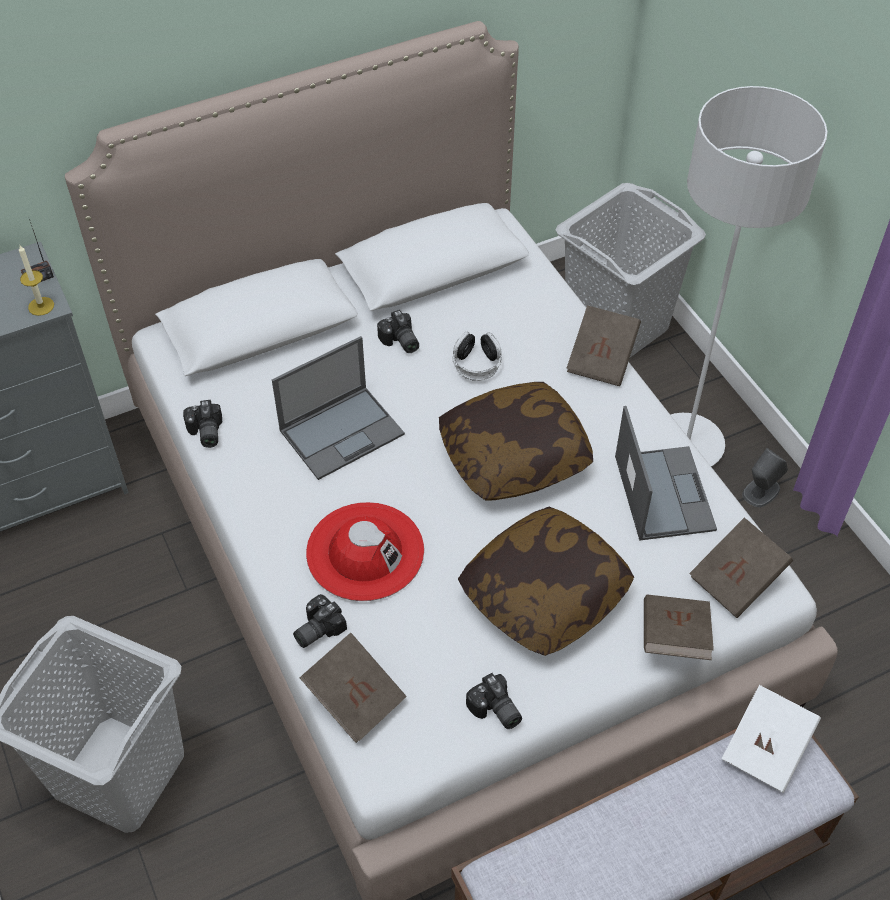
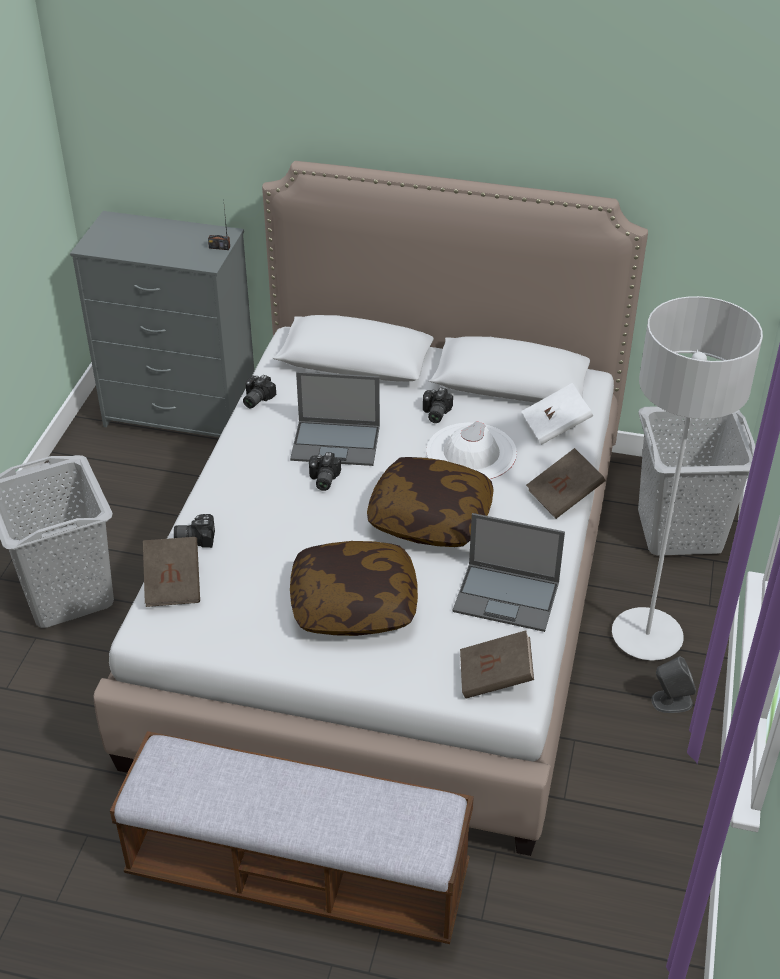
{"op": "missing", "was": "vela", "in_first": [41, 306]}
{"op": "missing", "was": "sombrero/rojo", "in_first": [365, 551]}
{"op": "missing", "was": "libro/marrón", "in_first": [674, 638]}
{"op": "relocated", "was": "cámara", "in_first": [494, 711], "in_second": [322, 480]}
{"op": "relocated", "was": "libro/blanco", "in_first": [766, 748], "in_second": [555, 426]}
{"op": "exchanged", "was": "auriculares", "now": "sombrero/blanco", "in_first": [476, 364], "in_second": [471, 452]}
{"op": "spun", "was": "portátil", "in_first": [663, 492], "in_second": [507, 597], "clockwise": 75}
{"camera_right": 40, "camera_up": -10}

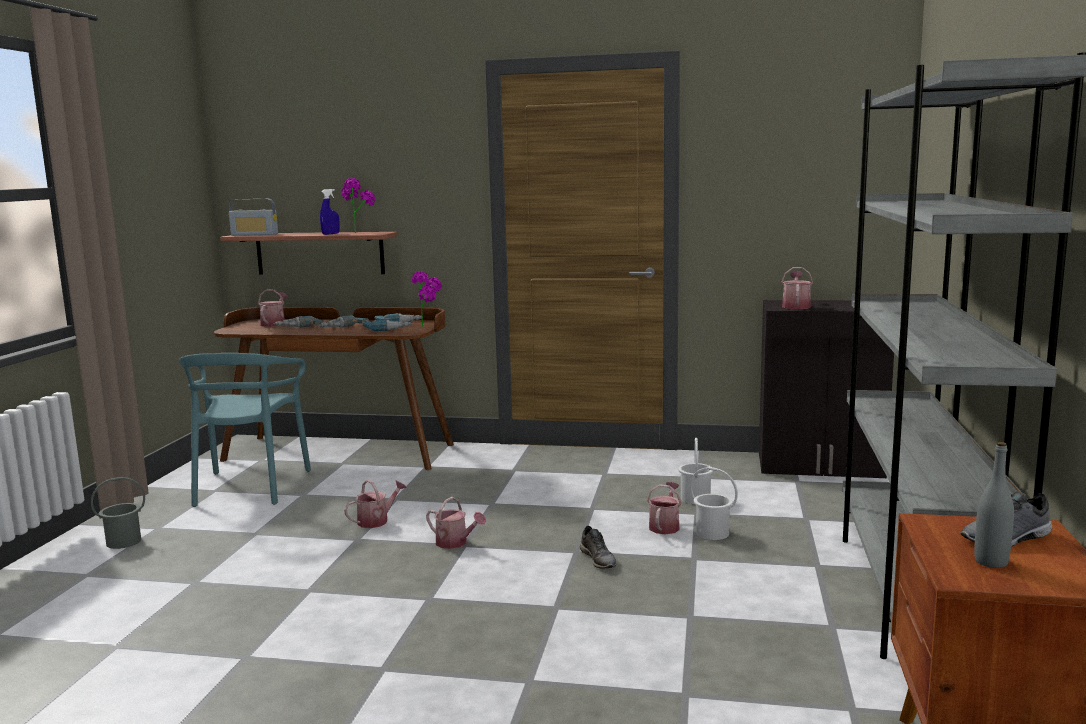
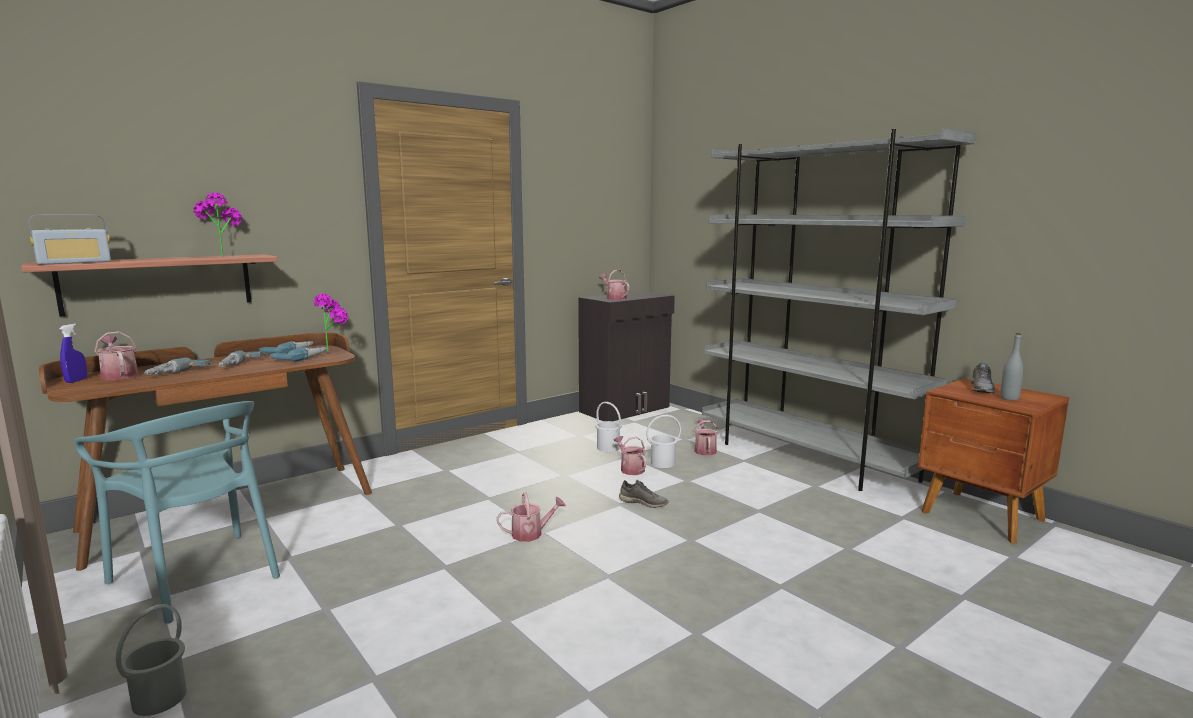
{"op": "relocated", "was": "pulverizador/azul", "in_first": [330, 234], "in_second": [76, 381]}
{"op": "relocated", "was": "regadera", "in_first": [377, 520], "in_second": [704, 450]}
{"camera_right": -50, "camera_up": 0}

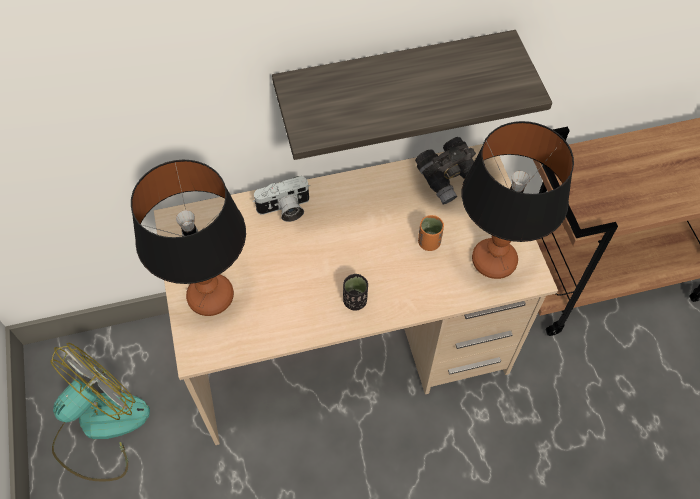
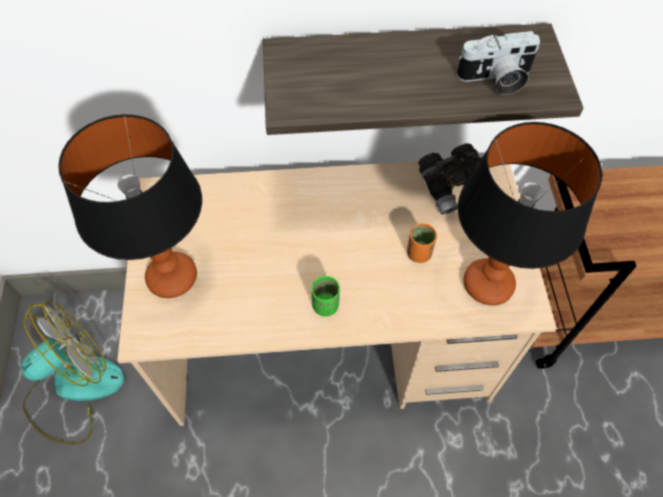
{"op": "relocated", "was": "cámara", "in_first": [285, 209], "in_second": [495, 80]}
{"op": "colour", "was": "taza/negro", "now": "taza/verde", "in_first": [355, 301], "in_second": [325, 305]}
{"camera_right": 10, "camera_up": 0}

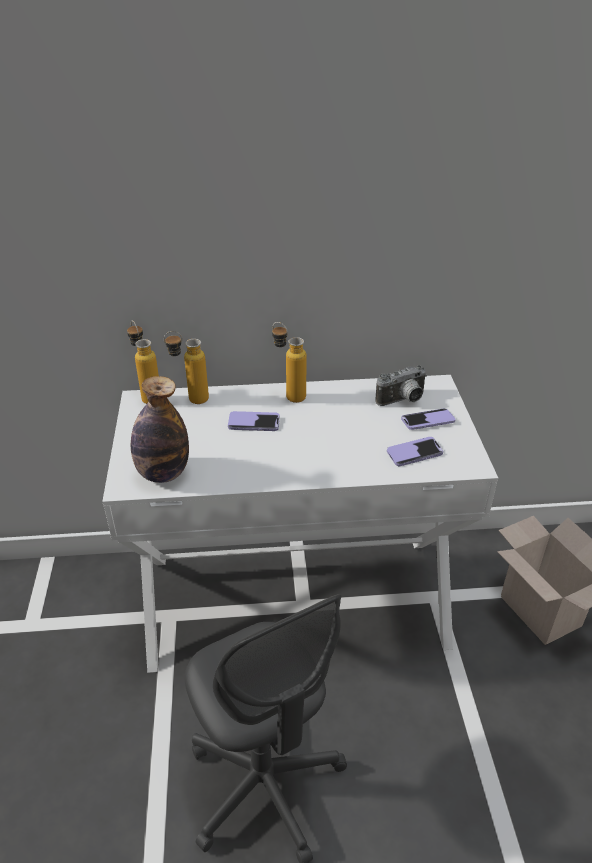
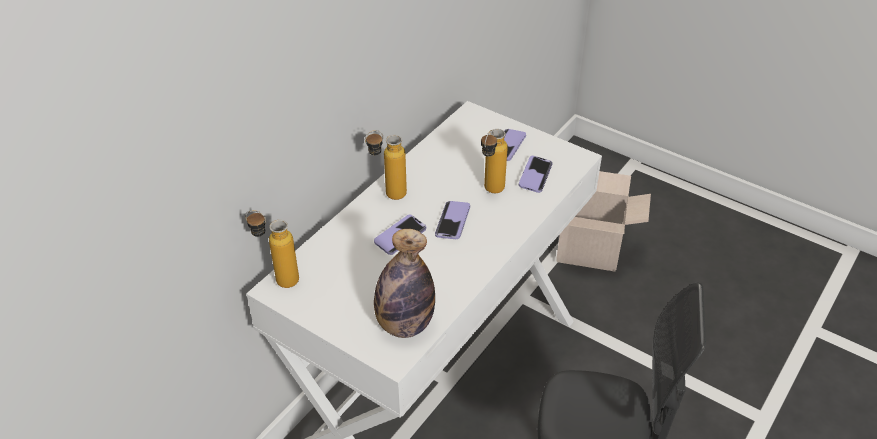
{"op": "missing", "was": "cámara", "in_first": [403, 401]}
{"op": "appeared", "now": "móvil", "in_second": [452, 221]}
{"op": "relocated", "was": "botella", "in_first": [190, 400], "in_second": [490, 192]}
{"camera_right": -50, "camera_up": 5}

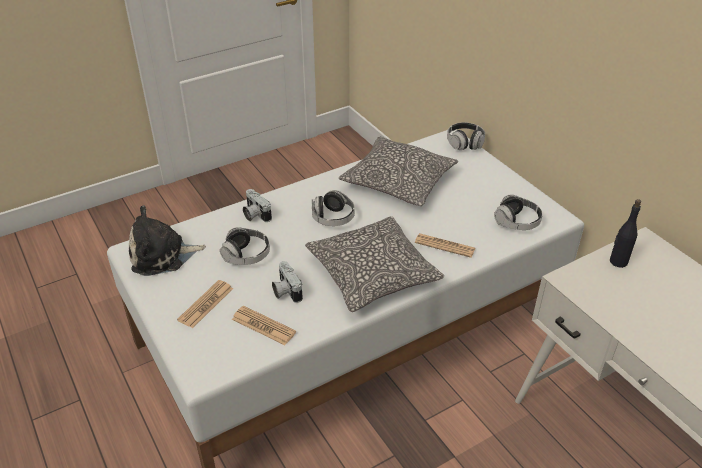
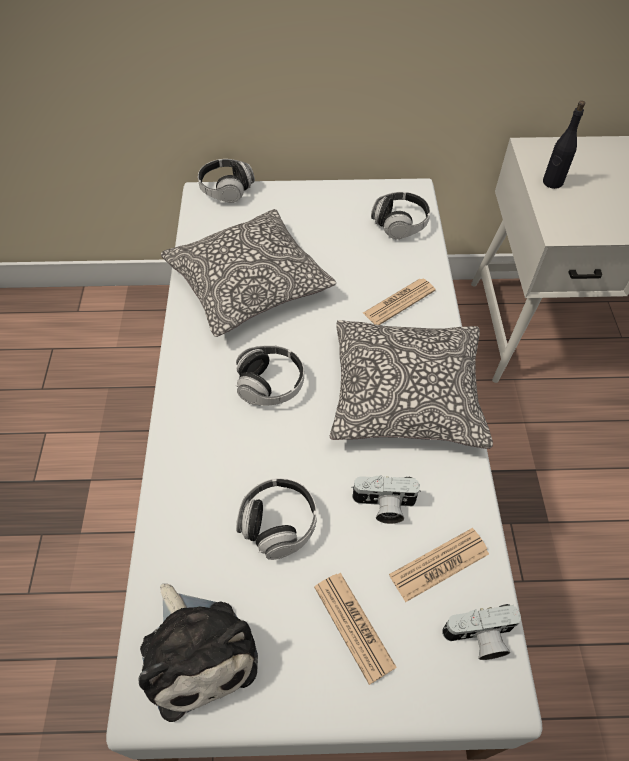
{"op": "relocated", "was": "cámara", "in_first": [255, 214], "in_second": [479, 638]}
{"op": "spun", "was": "peluche", "in_first": [162, 255], "in_second": [197, 650], "clockwise": -45}
{"camera_right": -60, "camera_up": 15}

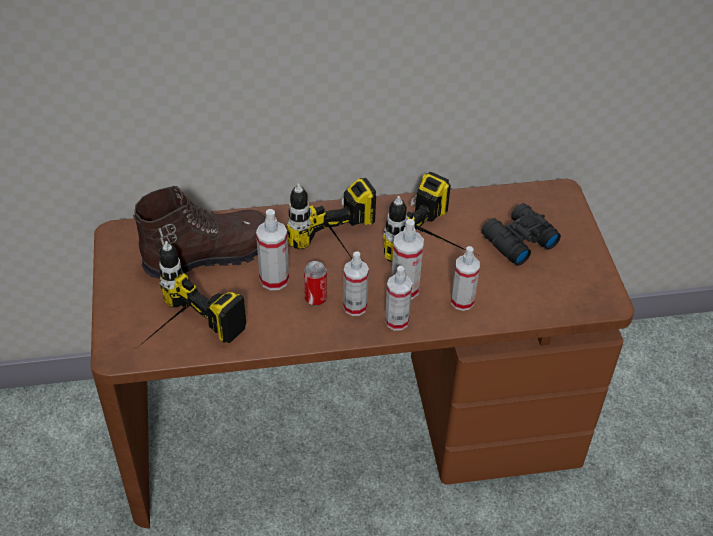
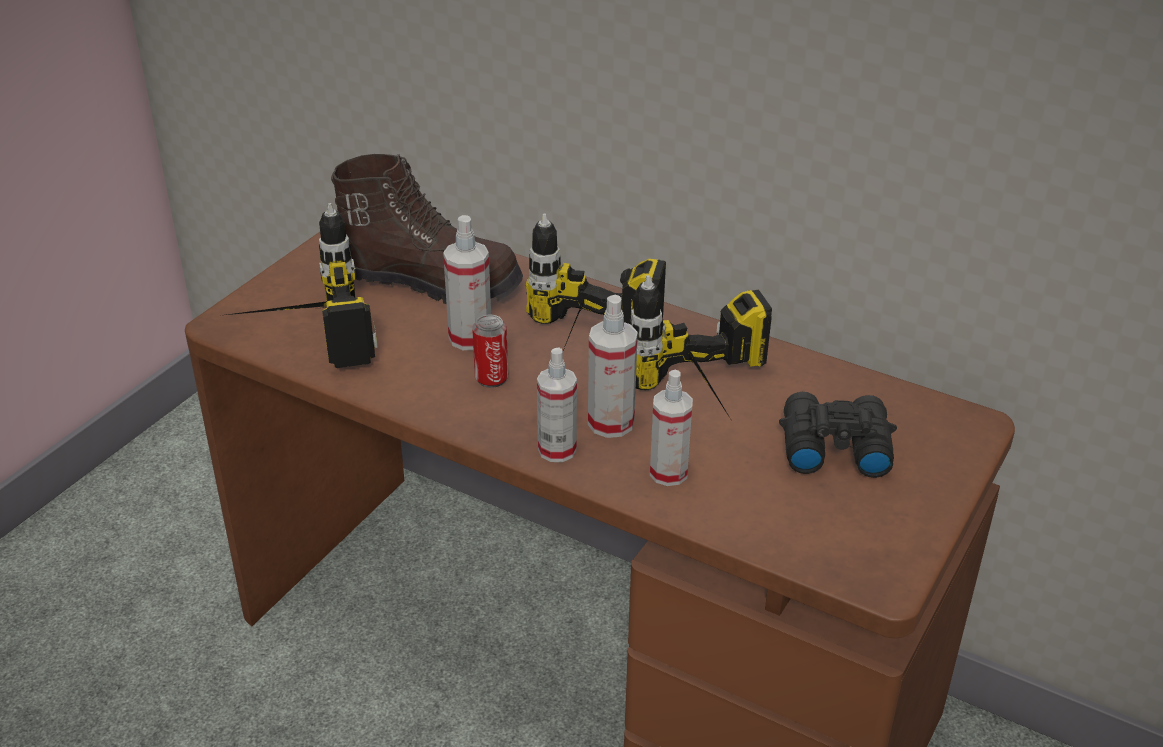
{"op": "missing", "was": "pulverizador", "in_first": [355, 307]}
{"camera_right": 40, "camera_up": -10}

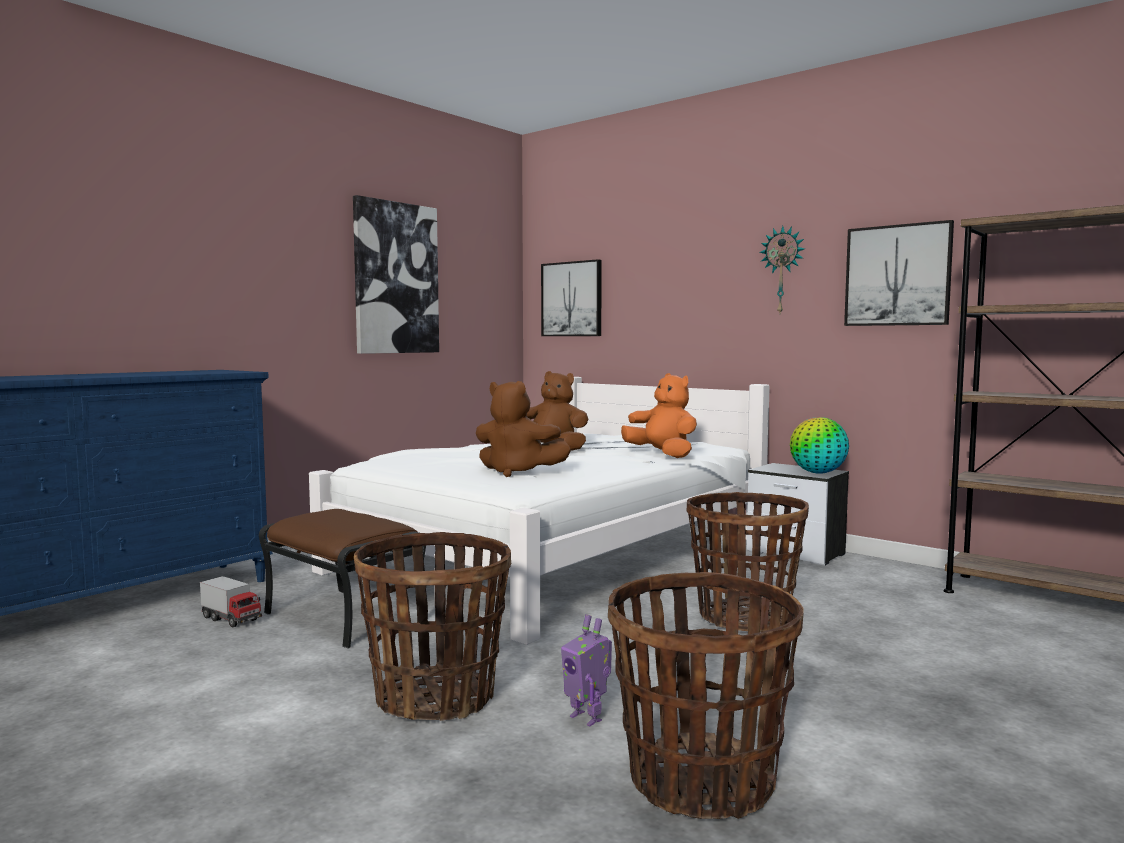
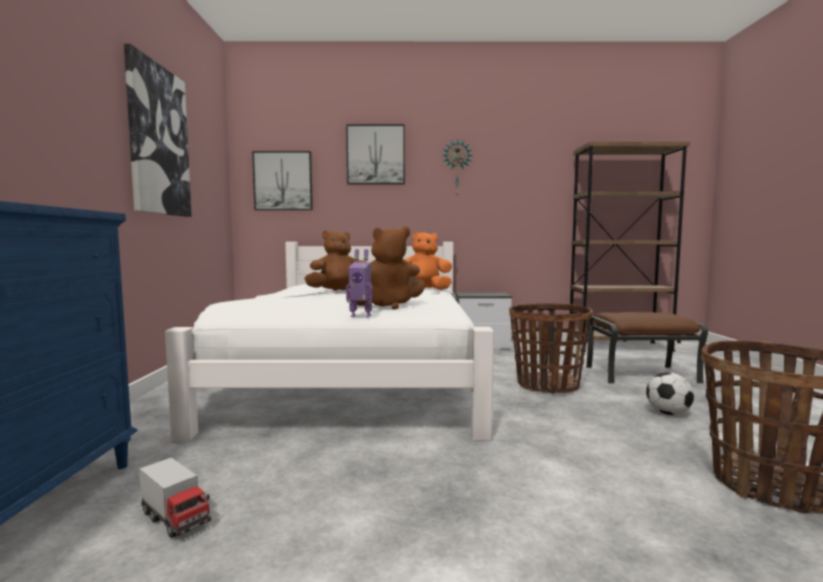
{"op": "missing", "was": "cesta", "in_first": [436, 697]}
{"op": "missing", "was": "globo terráqueo", "in_first": [818, 473]}
{"op": "appeared", "now": "balón de fútbol", "in_second": [668, 413]}
{"op": "relocated", "was": "puf/marrón", "in_first": [346, 616], "in_second": [641, 374]}
{"op": "relocated", "was": "robot de juguete", "in_first": [587, 717], "in_second": [361, 316]}
{"op": "relocated", "was": "cuadro", "in_first": [897, 275], "in_second": [376, 155]}
{"op": "spun", "was": "camión de juguete", "in_first": [231, 619], "in_second": [175, 519], "clockwise": 45}
{"camera_right": -40, "camera_up": 0}

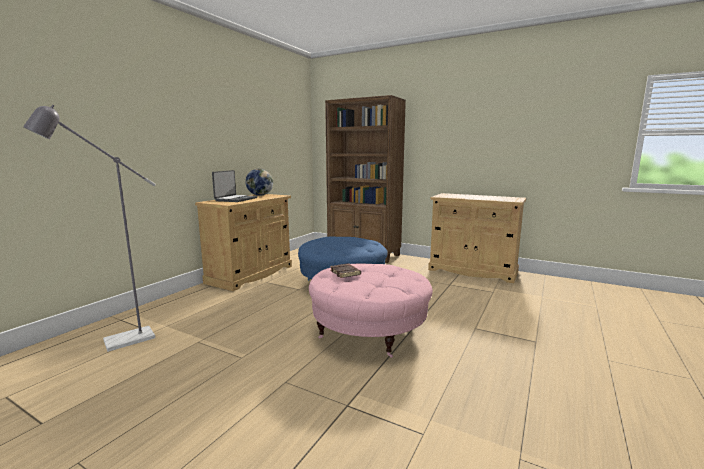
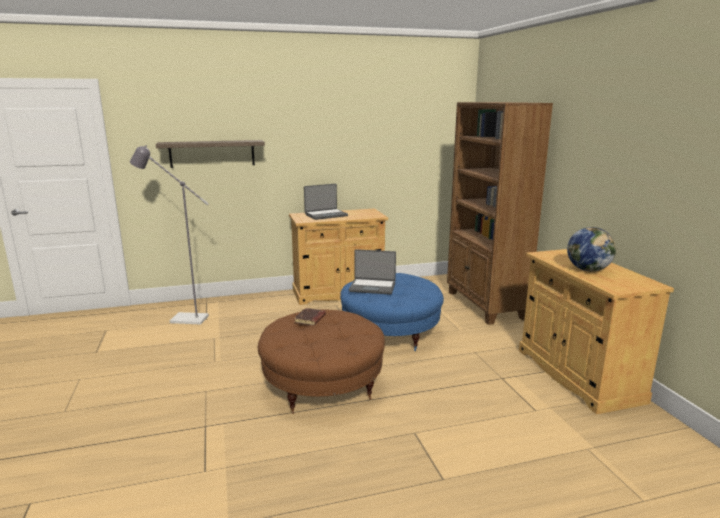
{"op": "appeared", "now": "estante", "in_second": [212, 153]}
{"op": "appeared", "now": "portátil", "in_second": [372, 287]}
{"op": "relocated", "was": "globo terráqueo", "in_first": [260, 195], "in_second": [588, 270]}
{"op": "colour", "was": "puf/rosa", "now": "puf/marrón", "in_first": [369, 330], "in_second": [322, 384]}
{"camera_right": 45, "camera_up": 5}

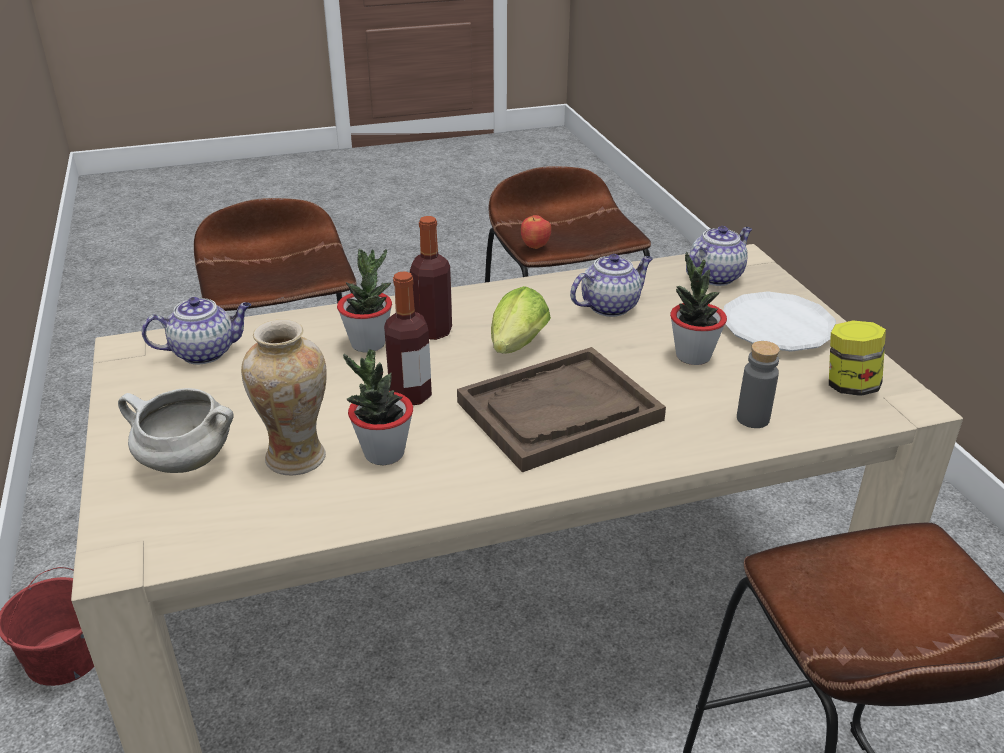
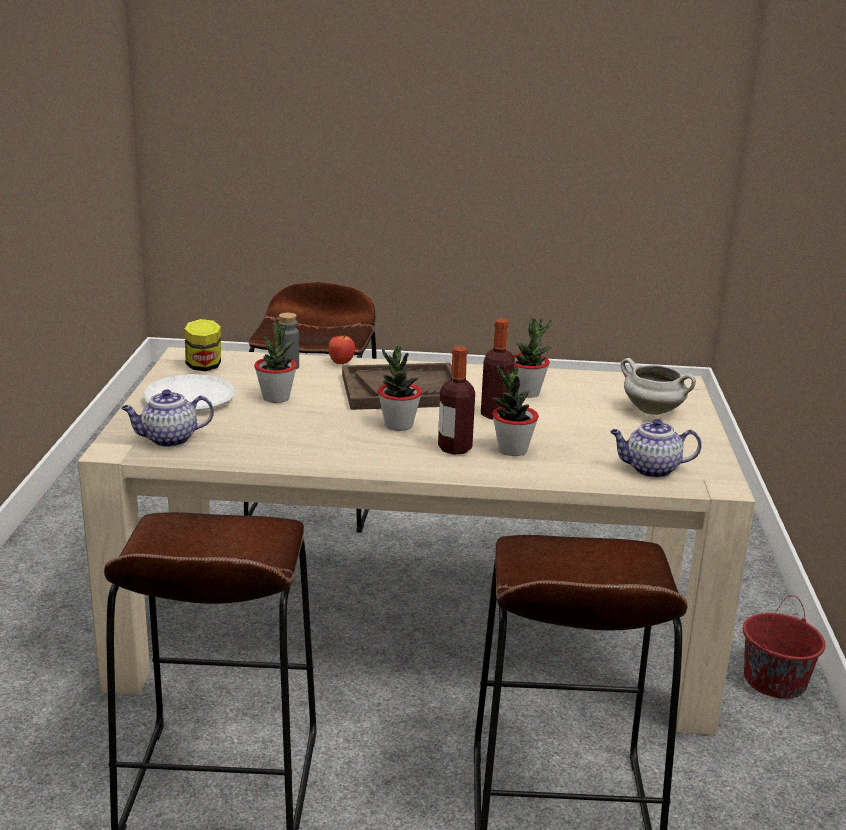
{"op": "missing", "was": "florero", "in_first": [296, 458]}
{"op": "missing", "was": "tetera", "in_first": [610, 306]}
{"op": "relocated", "was": "manzana", "in_first": [535, 247], "in_second": [341, 363]}
{"op": "exchanged", "was": "lechuga", "now": "planta en maceta", "in_first": [515, 348], "in_second": [398, 425]}
{"camera_right": -160, "camera_up": -10}

